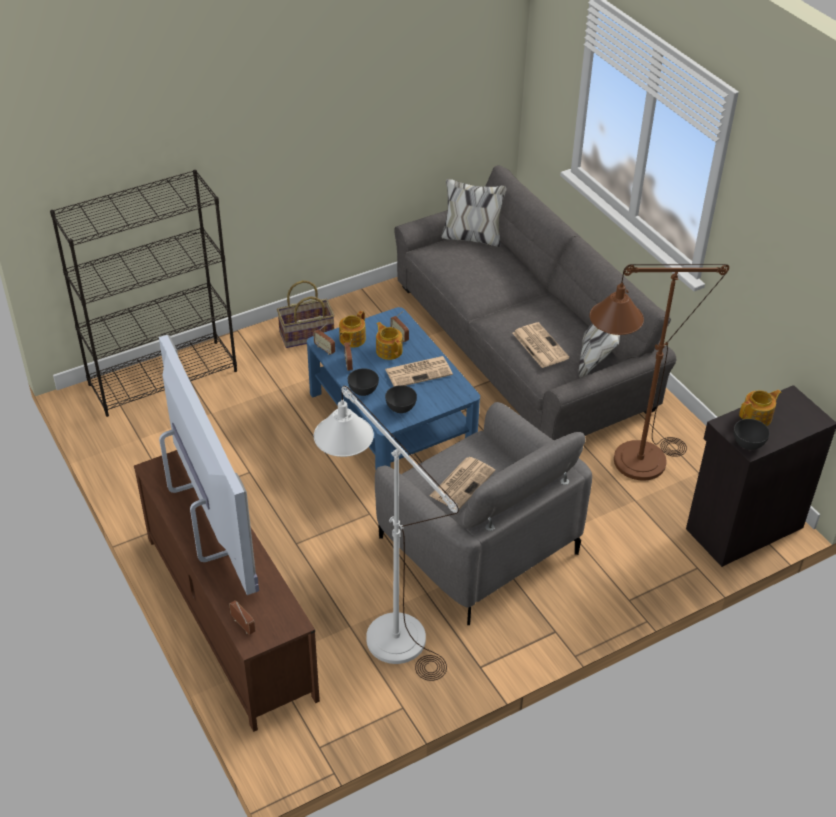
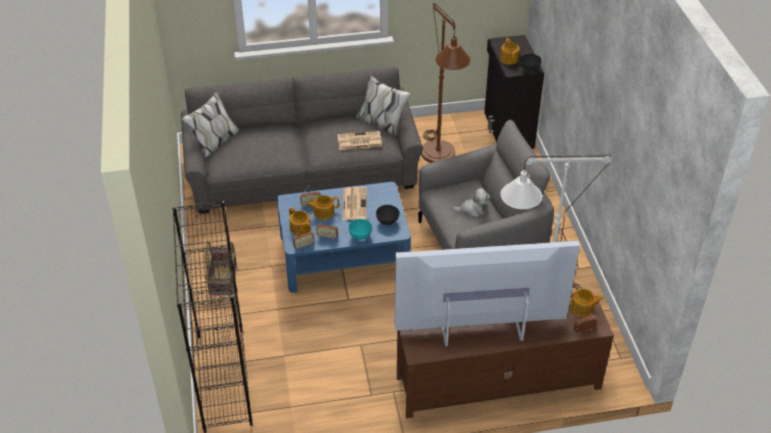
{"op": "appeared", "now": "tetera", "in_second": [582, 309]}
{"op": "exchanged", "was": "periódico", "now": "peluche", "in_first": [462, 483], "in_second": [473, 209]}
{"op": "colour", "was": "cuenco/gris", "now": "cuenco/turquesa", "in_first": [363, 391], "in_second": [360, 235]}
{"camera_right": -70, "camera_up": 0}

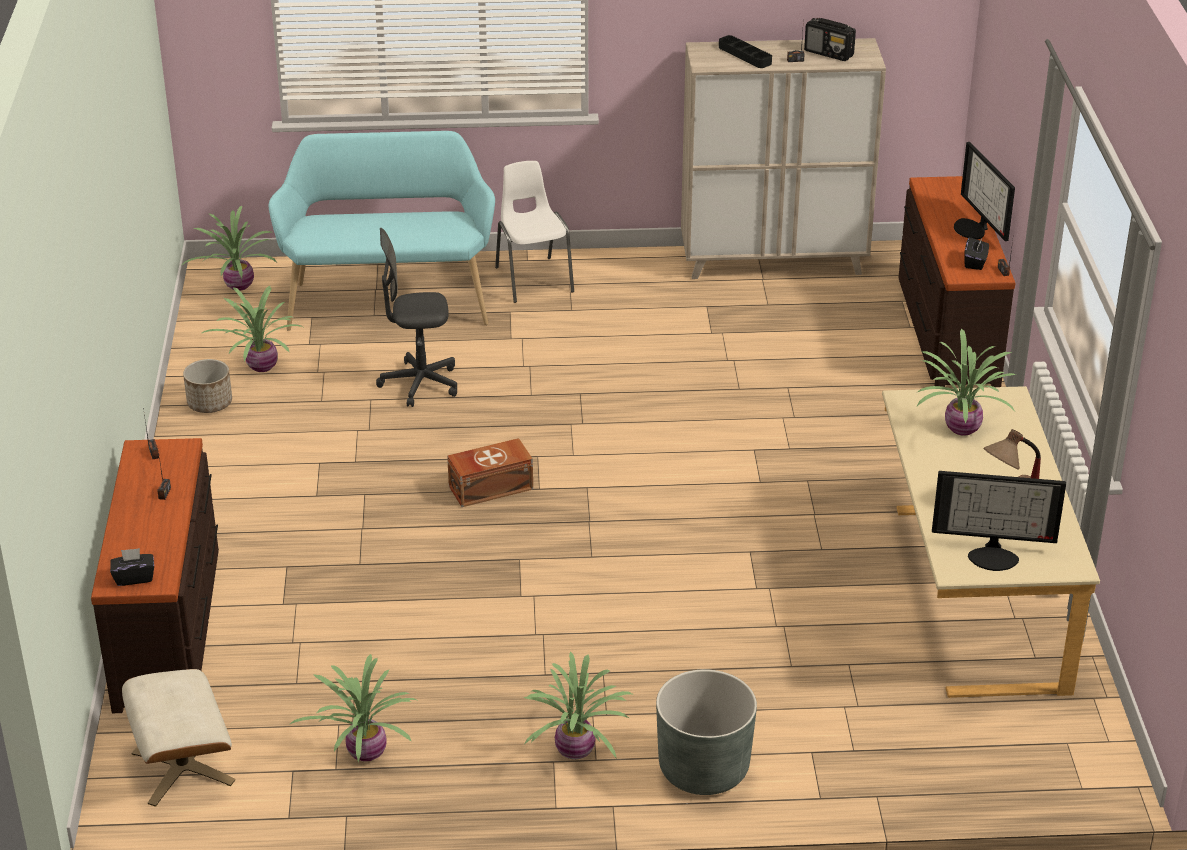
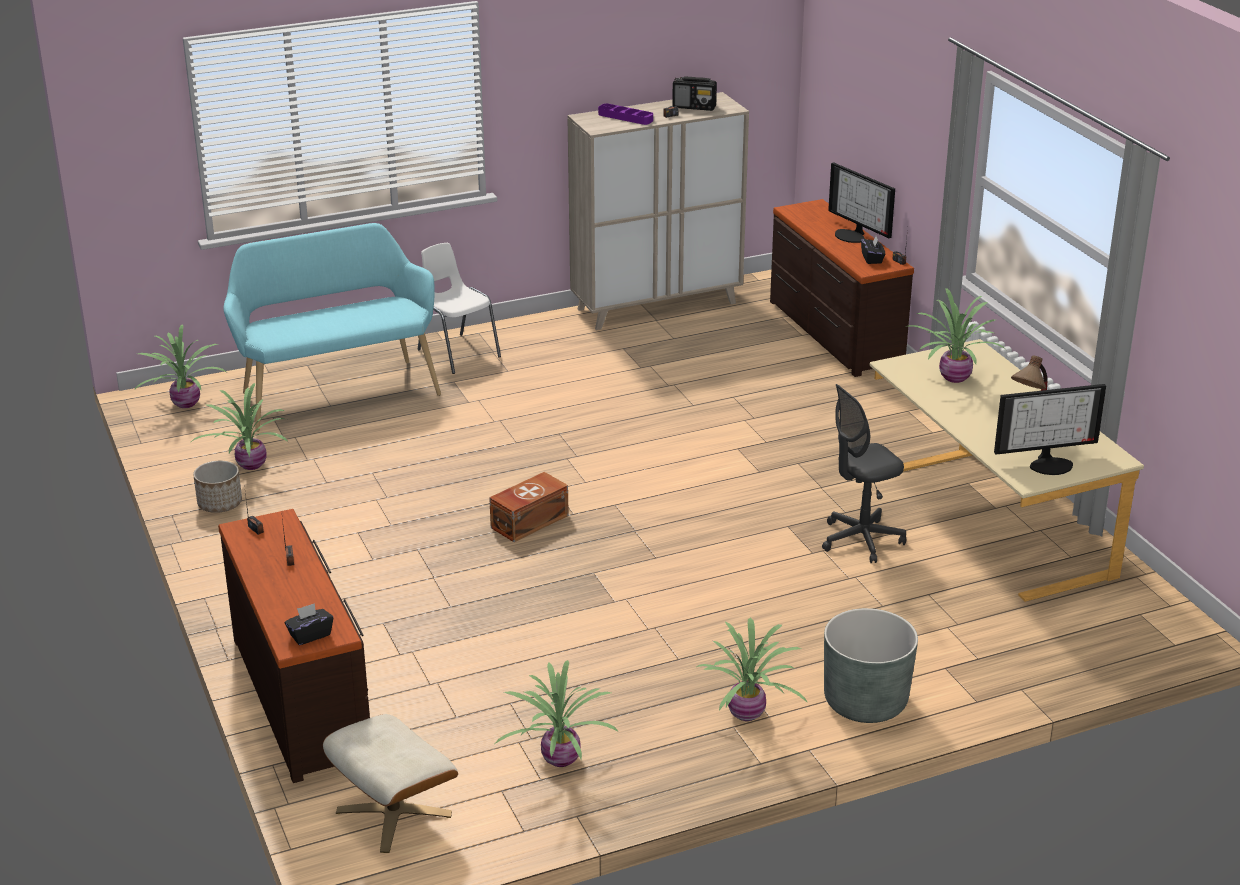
{"op": "relocated", "was": "silla de oficina/gris", "in_first": [420, 384], "in_second": [861, 540]}
{"op": "colour", "was": "bandeja/negro", "now": "bandeja/morado", "in_first": [745, 55], "in_second": [625, 117]}
{"camera_right": -20, "camera_up": -5}

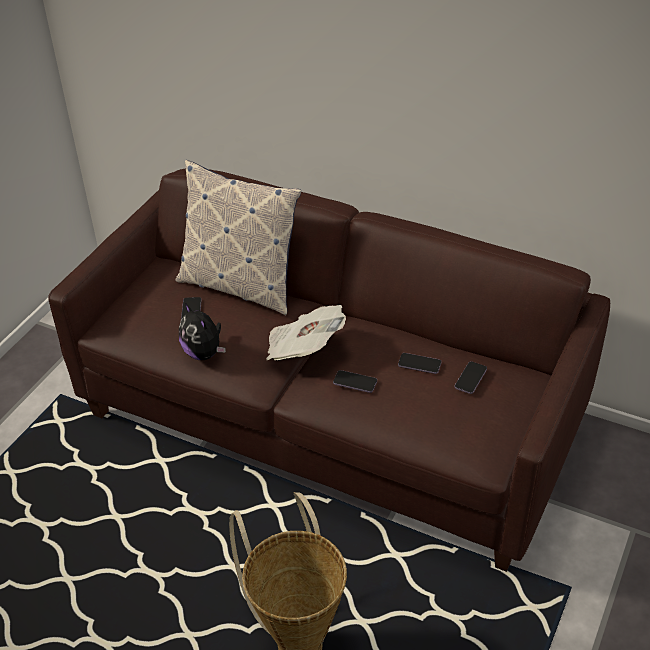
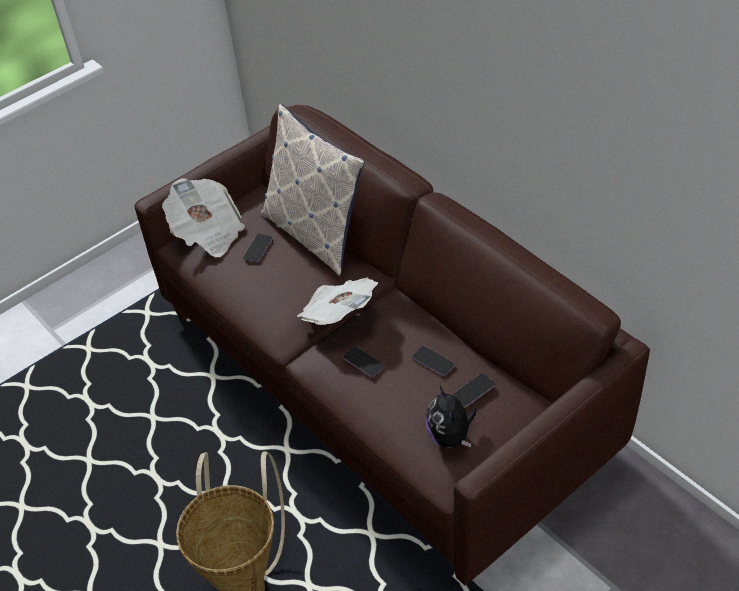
{"op": "appeared", "now": "periódico", "in_second": [207, 232]}
{"op": "relocated", "was": "peluche", "in_first": [204, 353], "in_second": [450, 437]}
{"camera_right": 25, "camera_up": 5}

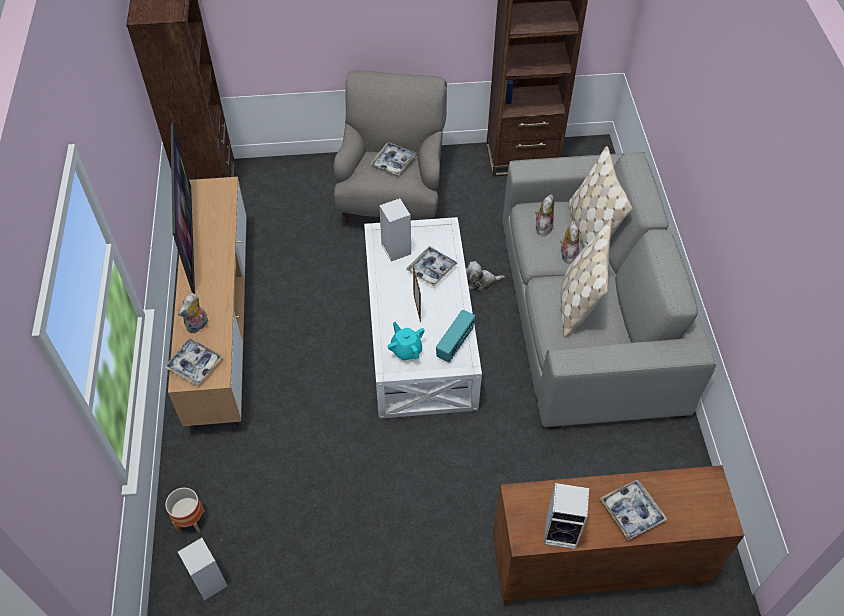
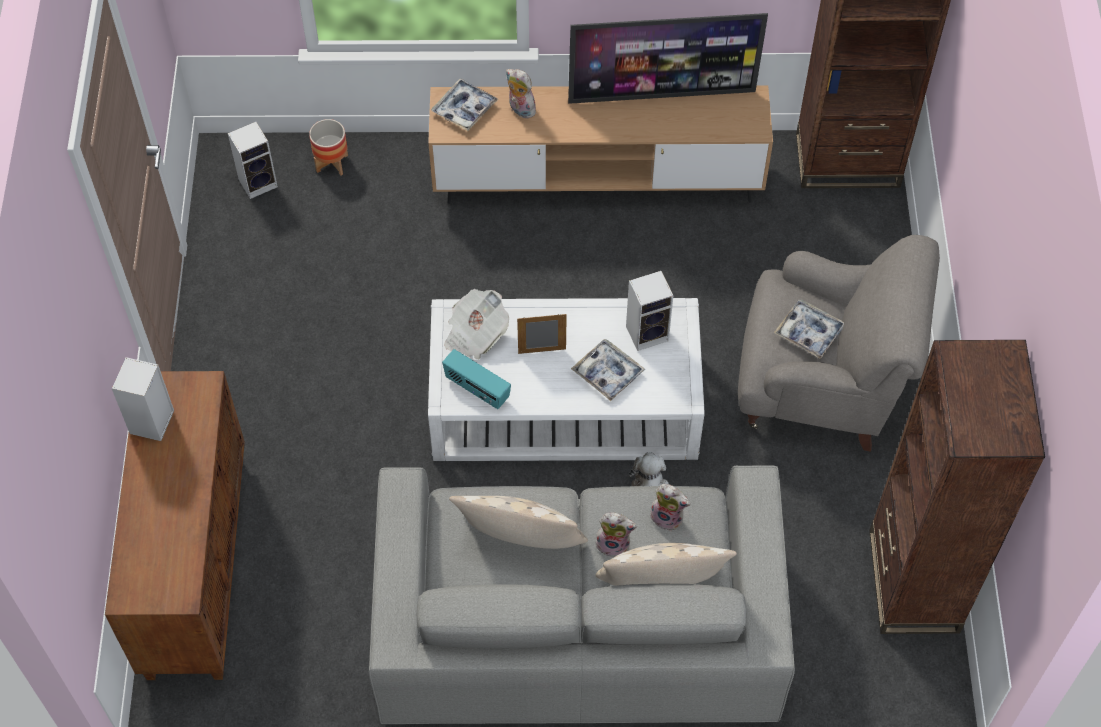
{"op": "missing", "was": "bandeja", "in_first": [632, 512]}
{"op": "exchanged", "was": "tetera/turquesa", "now": "periódico", "in_first": [406, 350], "in_second": [475, 334]}
{"camera_right": 95, "camera_up": 5}

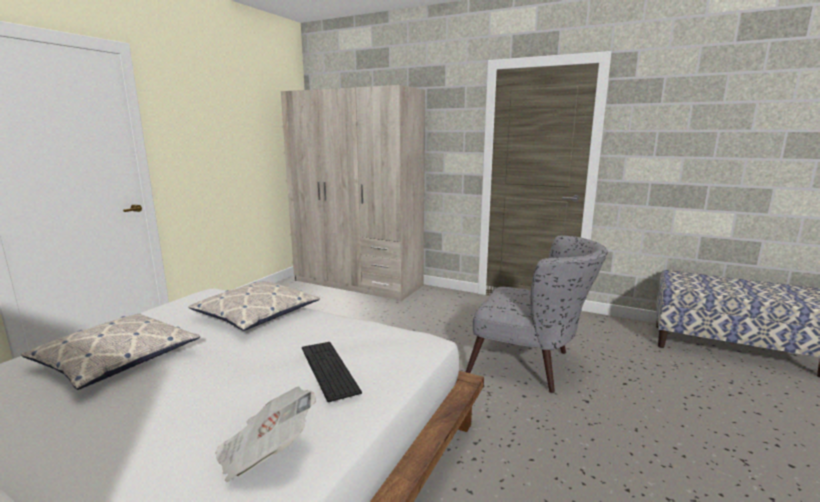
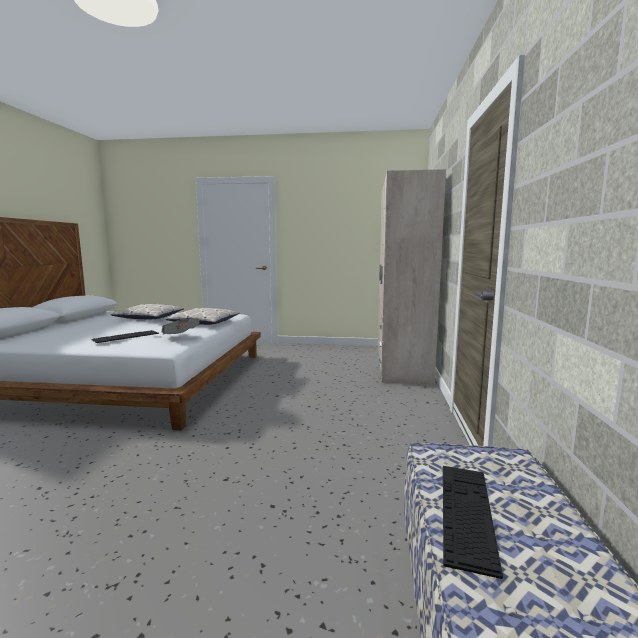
{"op": "missing", "was": "sillón/gris", "in_first": [531, 365]}
{"op": "appeared", "now": "teclado", "in_second": [466, 512]}
{"op": "relocated", "was": "periódico", "in_first": [265, 453], "in_second": [181, 337]}
{"camera_right": 70, "camera_up": -5}

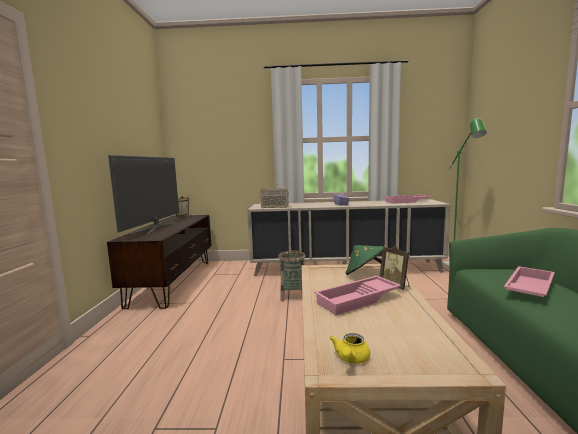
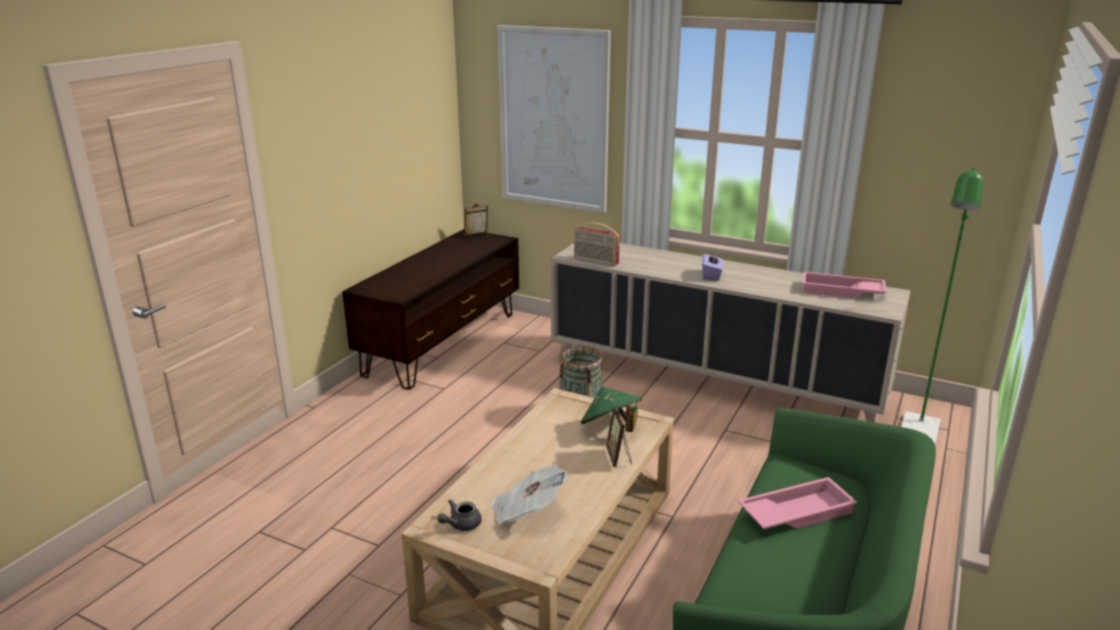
{"op": "missing", "was": "televisor", "in_first": [155, 228]}
{"op": "missing", "was": "bandeja/rosa", "in_first": [358, 300]}
{"op": "appeared", "now": "periódico", "in_second": [527, 511]}
{"op": "appeared", "now": "cuadro", "in_second": [554, 119]}
{"op": "colour", "was": "tetera/amarillo", "now": "tetera/gris", "in_first": [351, 359], "in_second": [460, 525]}
{"camera_right": 25, "camera_up": 15}

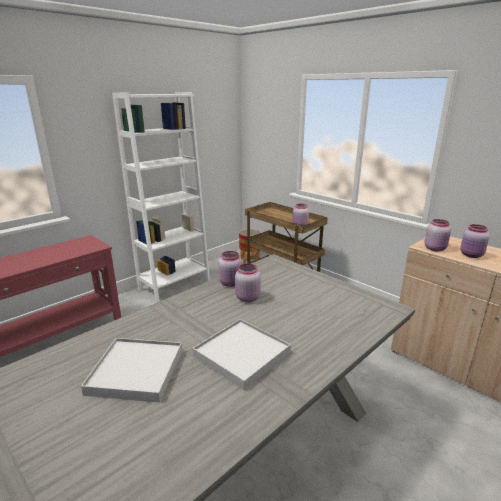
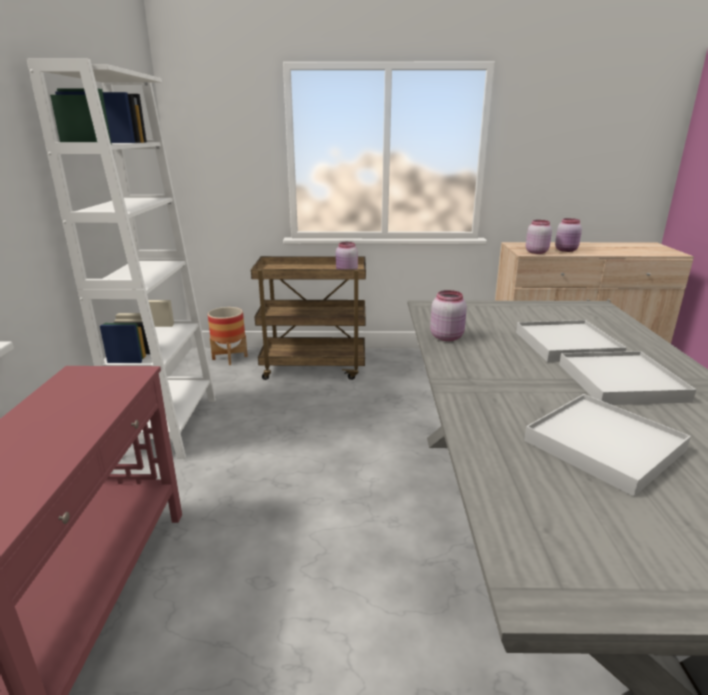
{"op": "missing", "was": "tarro/rosa", "in_first": [247, 298]}
{"op": "appeared", "now": "bandeja/blanco", "in_second": [566, 345]}
{"camera_right": -45, "camera_up": 0}

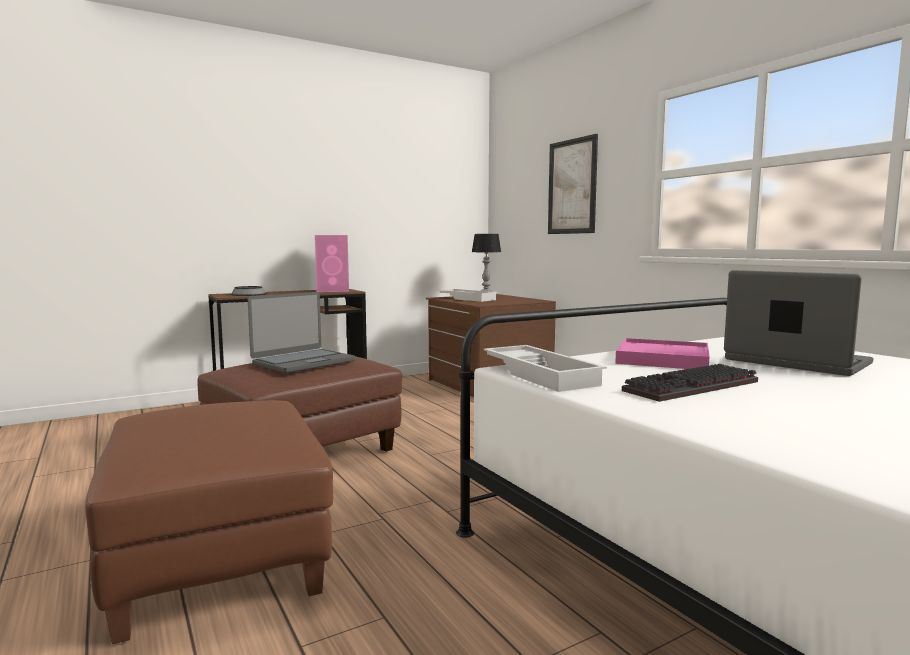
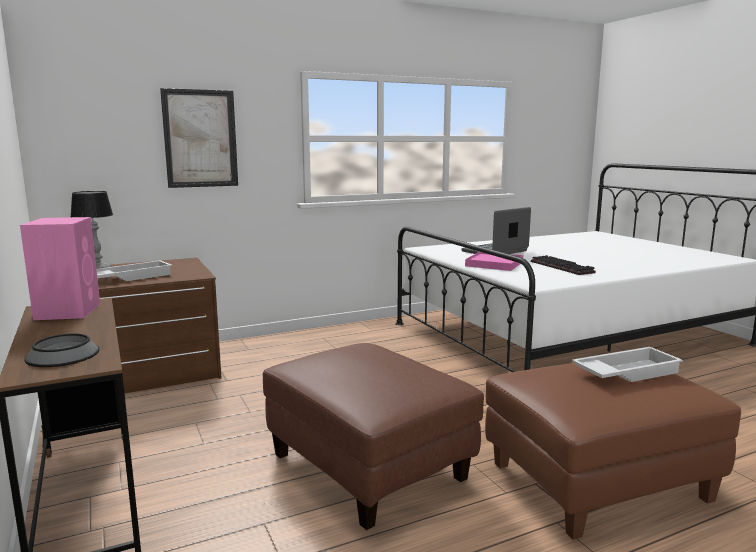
{"op": "missing", "was": "portátil", "in_first": [303, 362]}
{"op": "relocated", "was": "bandeja/blanco", "in_first": [542, 375], "in_second": [625, 372]}
{"camera_right": -85, "camera_up": 5}

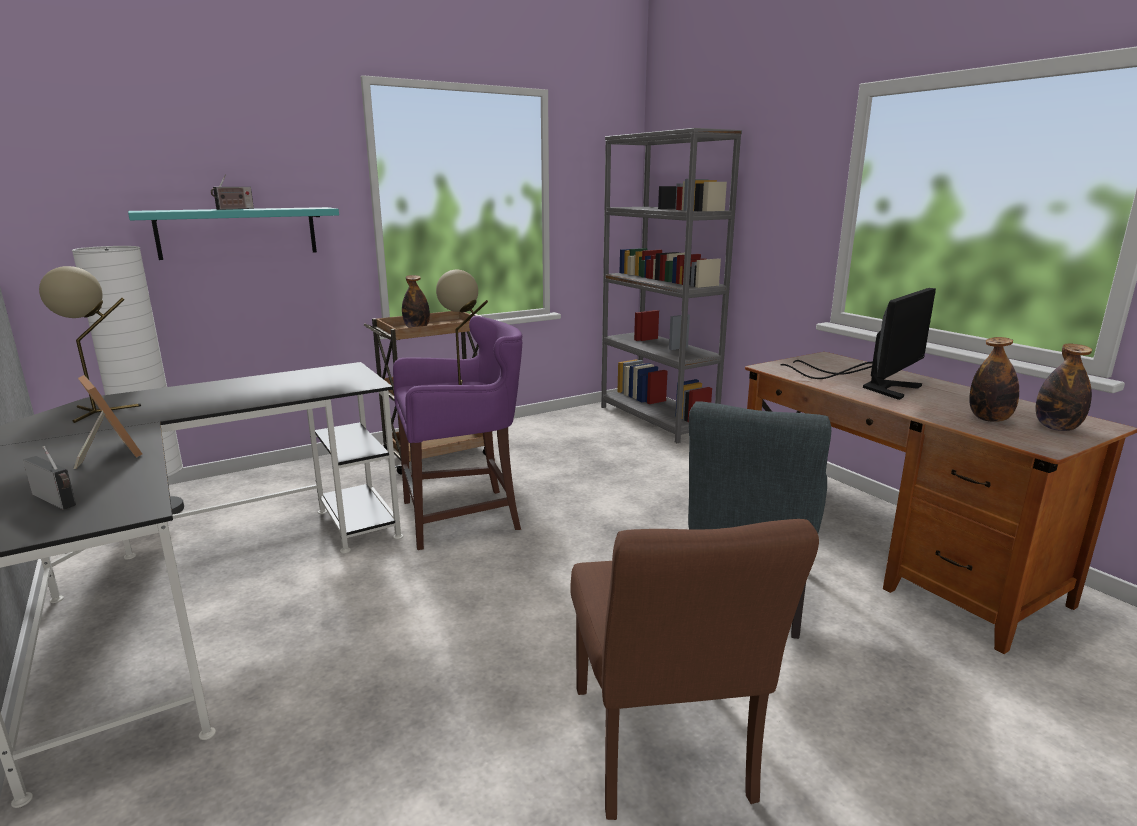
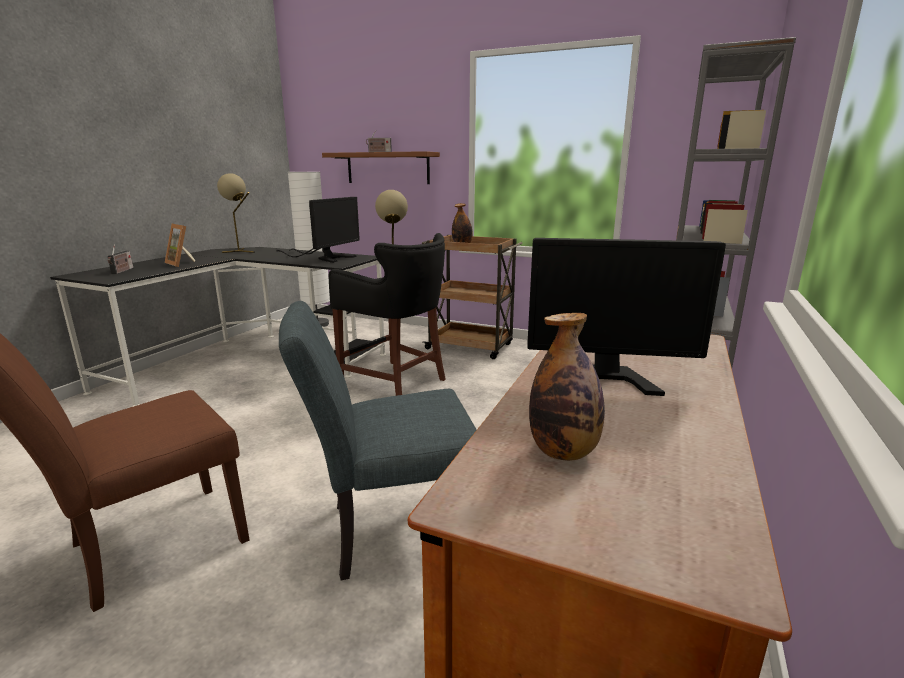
{"op": "missing", "was": "botella", "in_first": [1056, 428]}
{"op": "appeared", "now": "monitor", "in_second": [325, 258]}
{"op": "colour", "was": "estante/turquesa", "now": "estante/marrón", "in_first": [238, 232], "in_second": [387, 168]}
{"op": "colour", "was": "taburete/morado", "now": "taburete/negro", "in_first": [465, 516], "in_second": [396, 383]}
{"op": "spun", "was": "portarretratos", "in_first": [109, 454], "in_second": [182, 263], "clockwise": 120}
{"camera_right": 55, "camera_up": 0}

